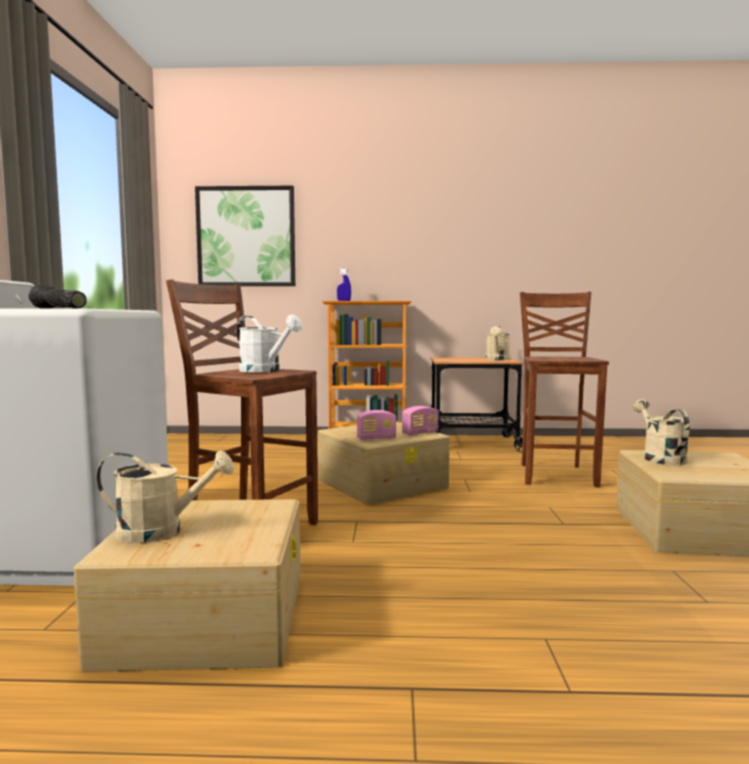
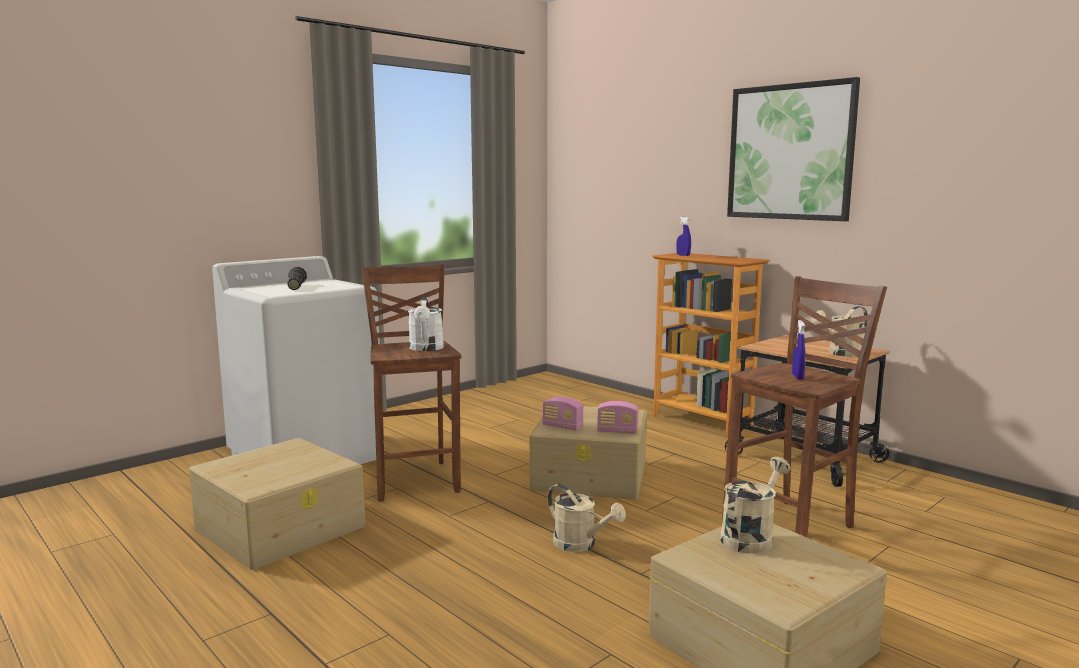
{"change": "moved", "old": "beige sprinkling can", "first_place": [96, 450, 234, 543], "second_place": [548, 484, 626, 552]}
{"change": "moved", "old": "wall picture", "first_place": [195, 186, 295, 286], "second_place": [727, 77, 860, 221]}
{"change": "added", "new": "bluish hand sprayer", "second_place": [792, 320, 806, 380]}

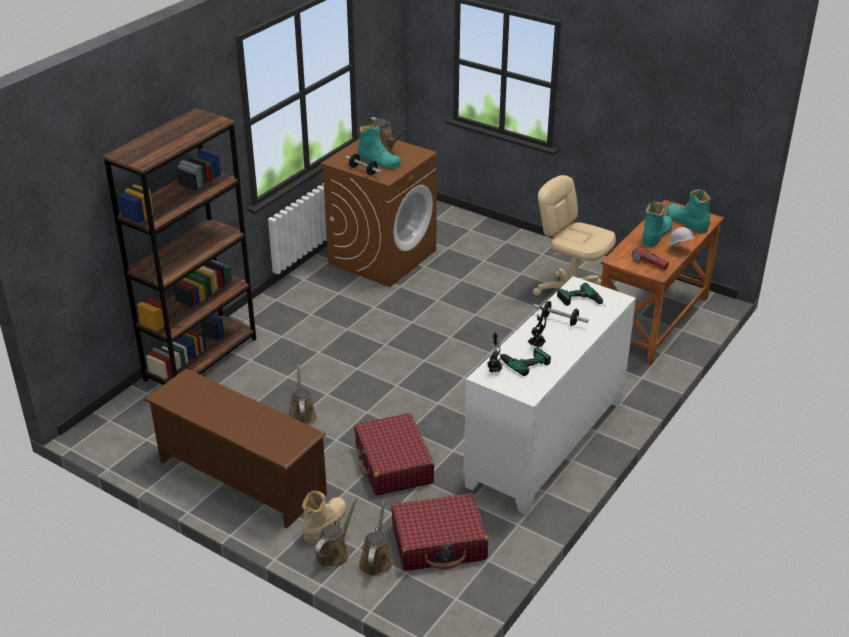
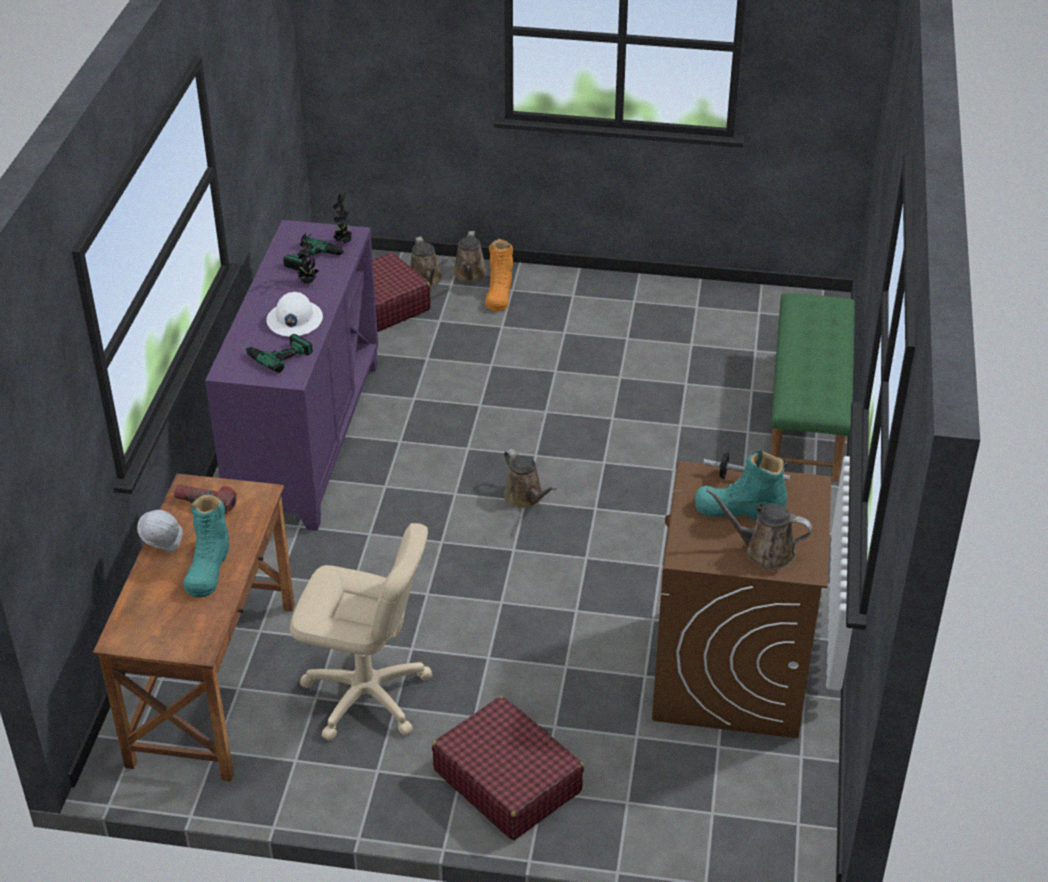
{"change": "recoloured", "old": "white storage cabinet", "new": "purple-coloured storage cabinet", "first_place": [464, 276, 636, 515], "second_place": [205, 220, 378, 531]}
{"change": "replaced", "old": "dumbbell", "new": "white work helmet", "first_place": [533, 301, 588, 326], "second_place": [266, 292, 323, 337]}
{"change": "moved", "old": "red piece of luggage", "first_place": [354, 413, 434, 496], "second_place": [432, 696, 584, 840]}
{"change": "recoloured", "old": "beige boot", "new": "orange boot", "first_place": [302, 490, 347, 544], "second_place": [485, 239, 513, 312]}
{"change": "moved", "old": "brownish sprinkling can", "first_place": [289, 364, 317, 425], "second_place": [504, 449, 556, 508]}
{"change": "replaced", "old": "brownish bookshelf", "new": "green indoor bench", "first_place": [103, 108, 256, 385], "second_place": [771, 293, 855, 482]}
{"change": "removed", "old": "brownish shoe stand", "first_place": [144, 368, 327, 528]}
{"change": "removed", "old": "blue-green boot", "first_place": [666, 189, 712, 233]}

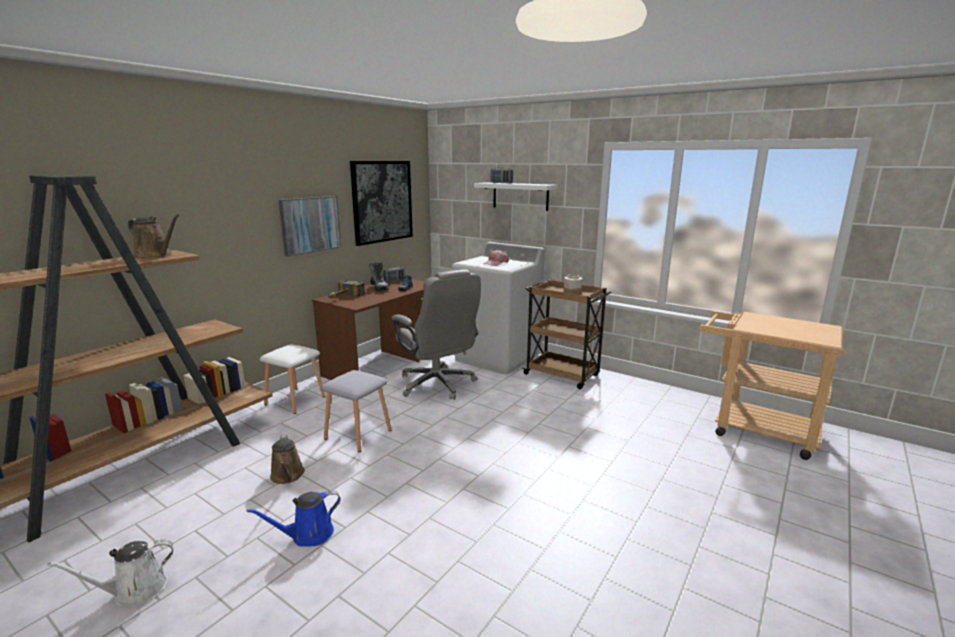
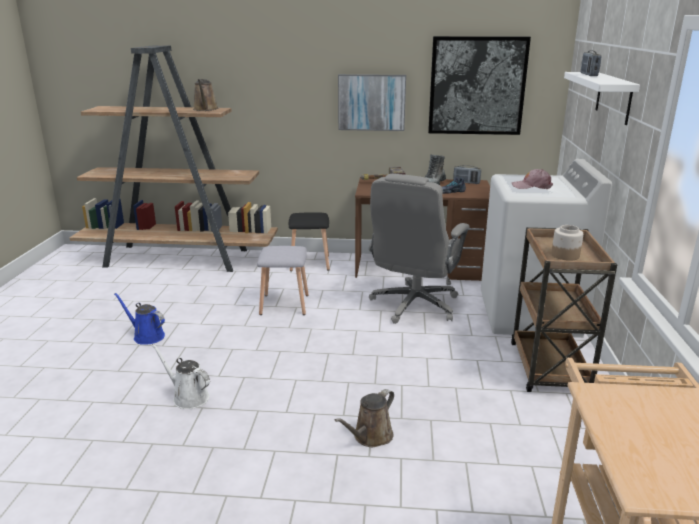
{"change": "moved", "old": "white sprinkling can", "first_place": [47, 540, 174, 606], "second_place": [152, 344, 210, 409]}
{"change": "recoloured", "old": "white sitting stool", "new": "black sitting stool", "first_place": [260, 344, 325, 414], "second_place": [289, 212, 330, 271]}
{"change": "moved", "old": "brownish sprinkling can", "first_place": [270, 434, 305, 484], "second_place": [334, 389, 394, 447]}

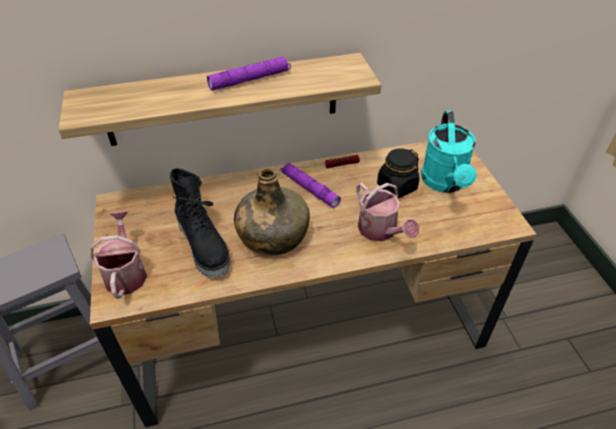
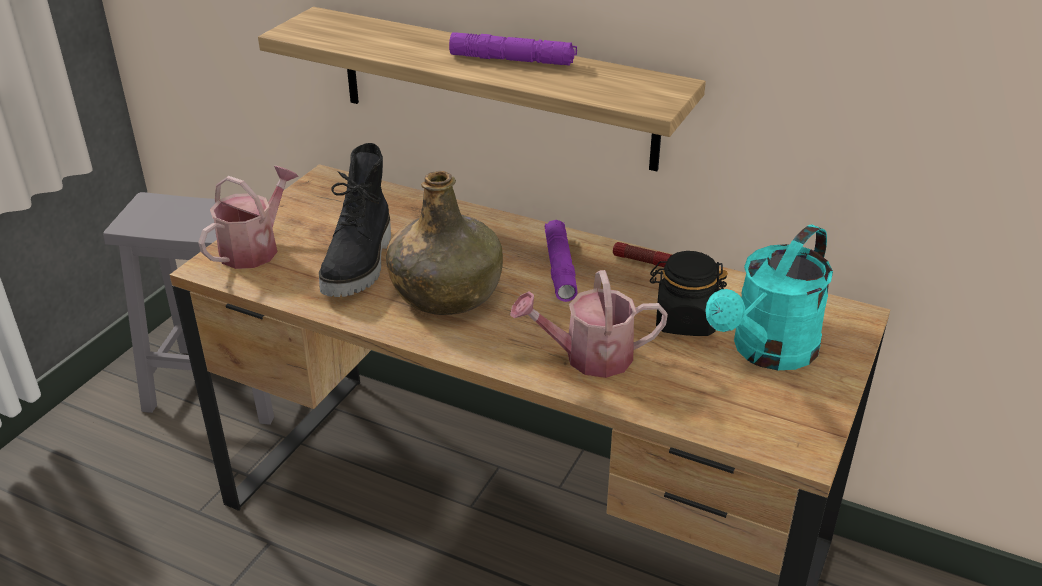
{"change": "turned", "old": "sprinkling can", "first_place": [356, 183, 419, 241], "second_place": [510, 270, 668, 378], "degrees": 75}

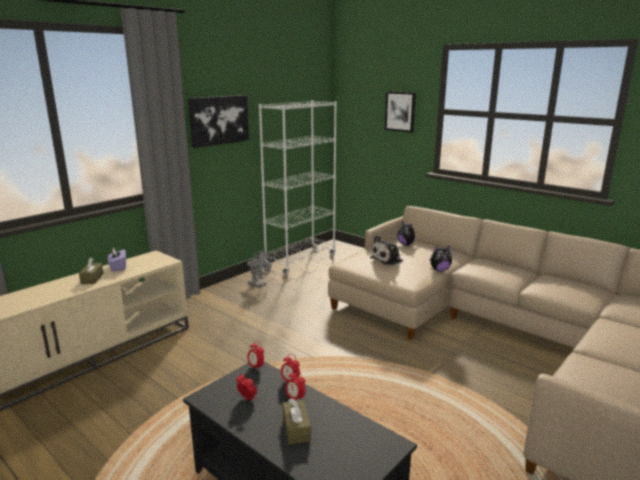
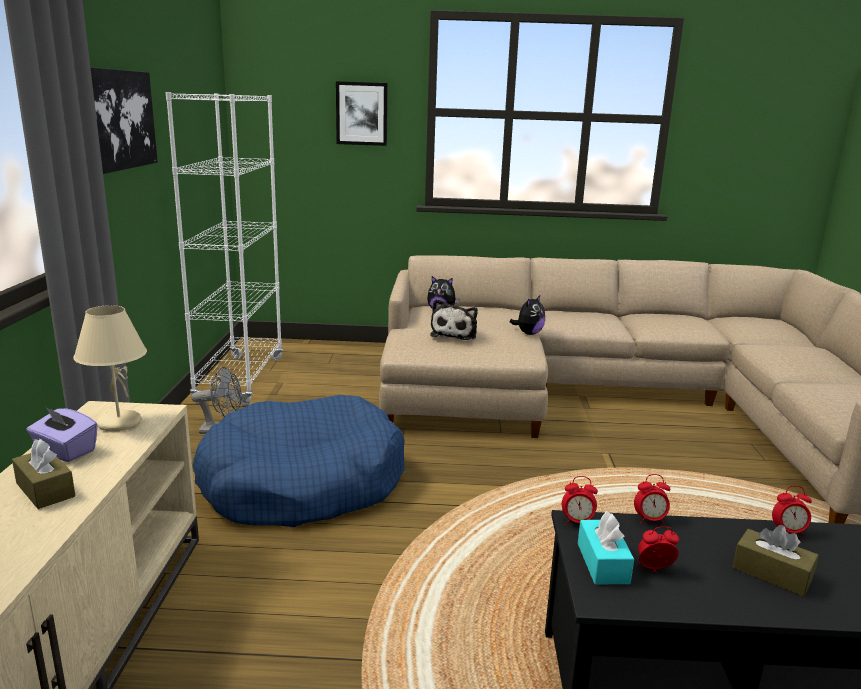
{"change": "added", "new": "beige lamp for a table", "second_place": [73, 305, 147, 431]}
{"change": "added", "new": "bluish dog cushion", "second_place": [193, 395, 405, 527]}
{"change": "added", "new": "blue-green tissue box", "second_place": [578, 511, 634, 584]}
{"change": "moved", "old": "alarm clock", "first_place": [286, 370, 306, 401], "second_place": [772, 486, 812, 537]}

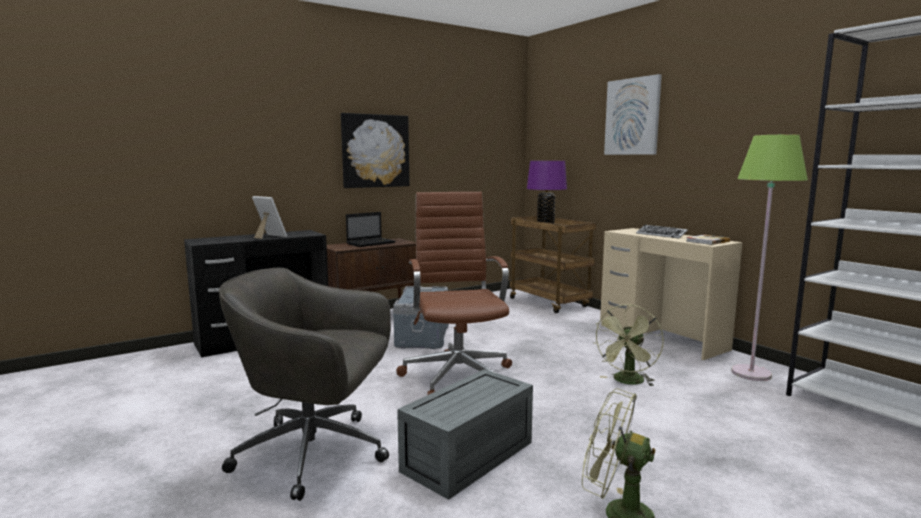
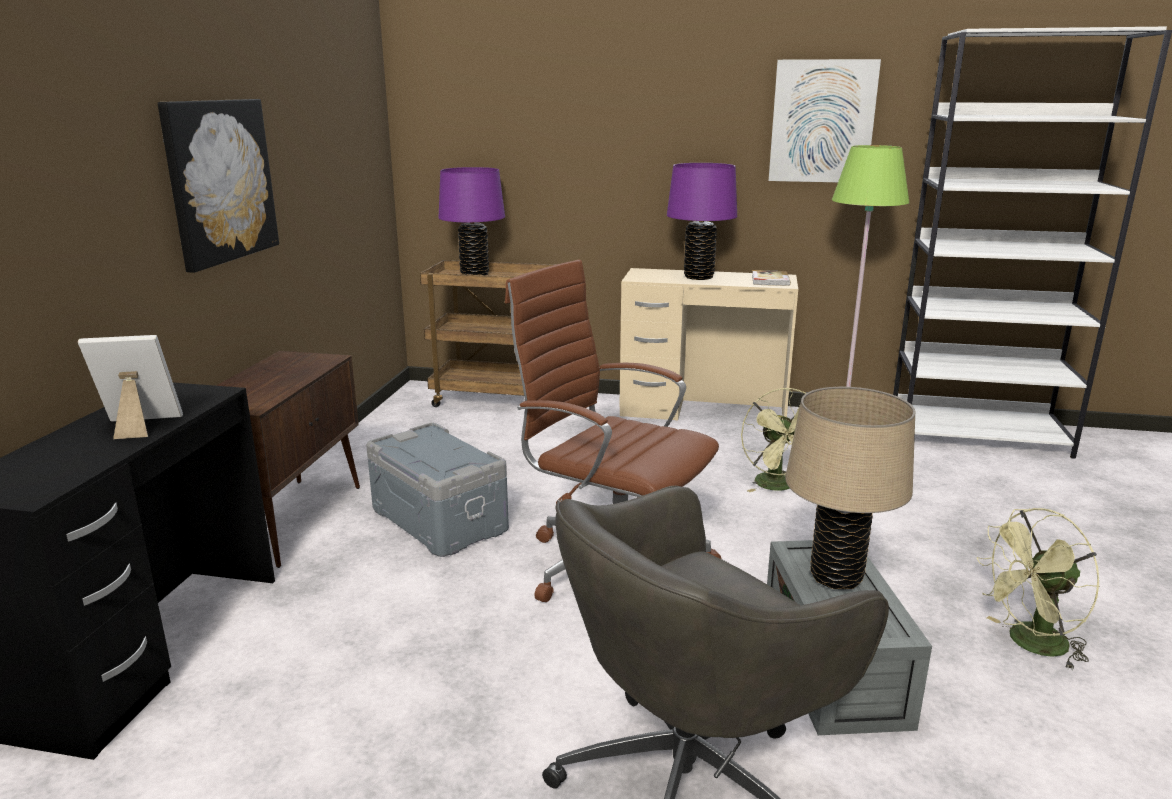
{"change": "replaced", "old": "PC keyboard", "new": "purple-coloured lamp for a table", "first_place": [636, 225, 688, 238], "second_place": [667, 163, 737, 280]}
{"change": "moved", "old": "wall picture", "first_place": [604, 74, 662, 155], "second_place": [769, 59, 881, 182]}
{"change": "added", "new": "beige lamp for a table", "second_place": [785, 387, 915, 590]}
{"change": "removed", "old": "laptop", "first_place": [346, 212, 396, 247]}

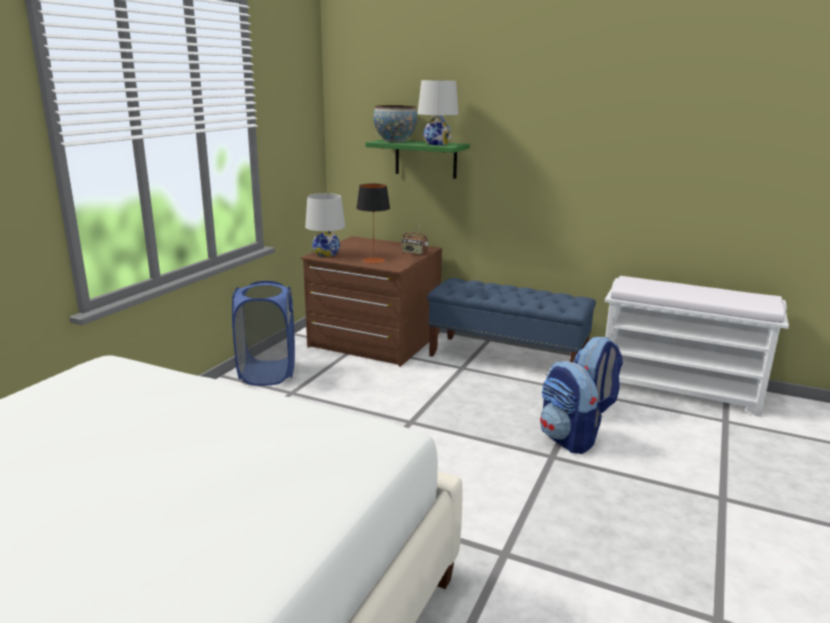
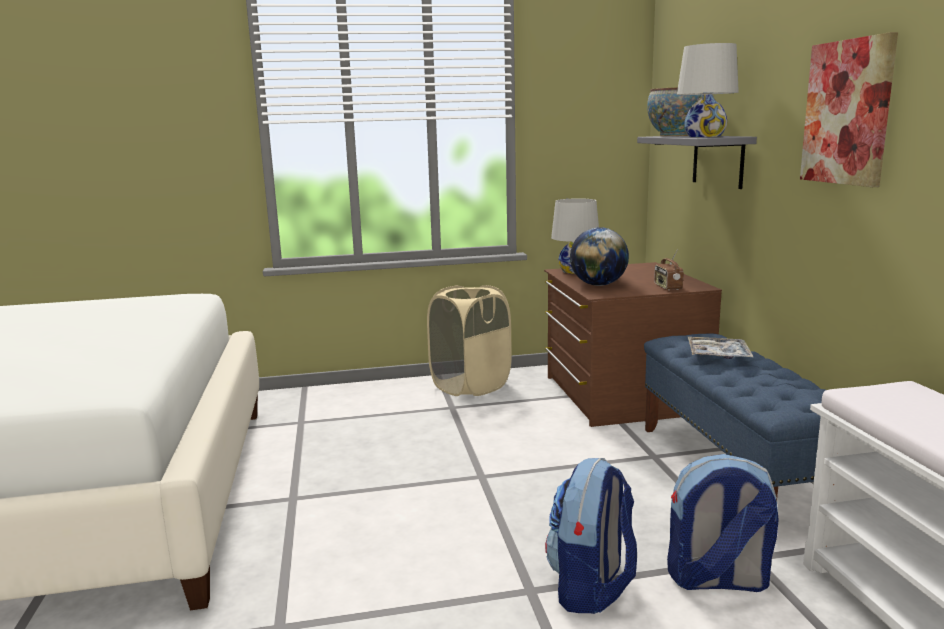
{"change": "recoloured", "old": "bluish hamper", "new": "beige hamper", "first_place": [232, 281, 295, 386], "second_place": [427, 285, 512, 396]}
{"change": "replaced", "old": "lamp for a table", "new": "globe", "first_place": [357, 184, 390, 264], "second_place": [570, 227, 629, 286]}
{"change": "recoloured", "old": "green wall shelf", "new": "greyish wall shelf", "first_place": [366, 139, 470, 179], "second_place": [637, 136, 757, 189]}
{"change": "added", "new": "serving tray", "second_place": [688, 337, 754, 359]}
{"change": "added", "new": "wall picture", "second_place": [800, 32, 898, 187]}

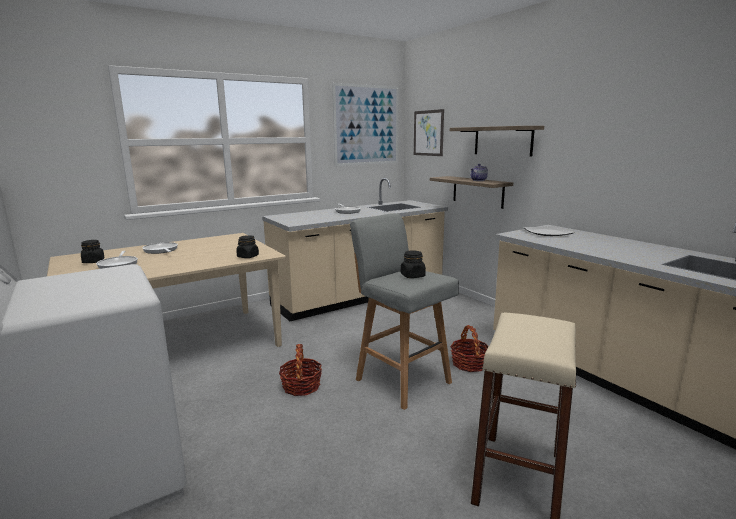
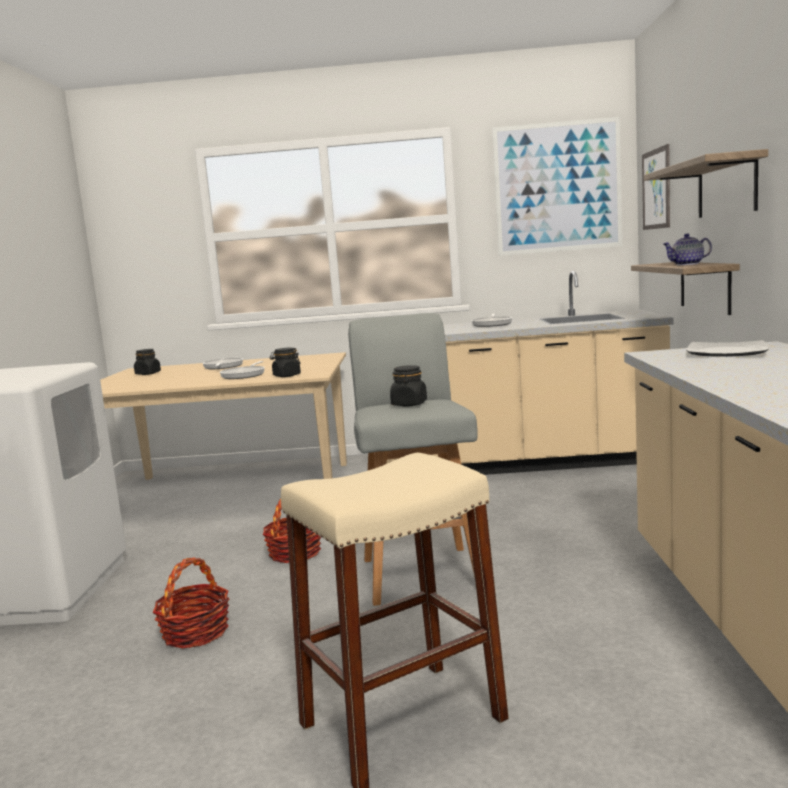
{"change": "moved", "old": "basket", "first_place": [450, 325, 489, 372], "second_place": [153, 557, 229, 648]}
{"change": "moved", "old": "skillet", "first_place": [96, 251, 138, 269], "second_place": [220, 361, 265, 379]}

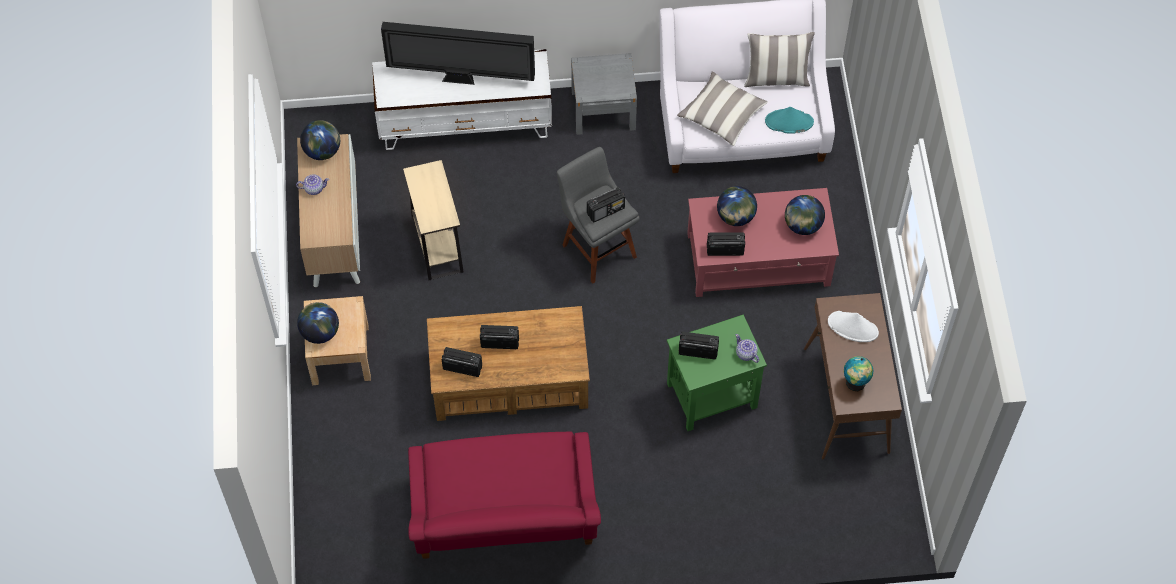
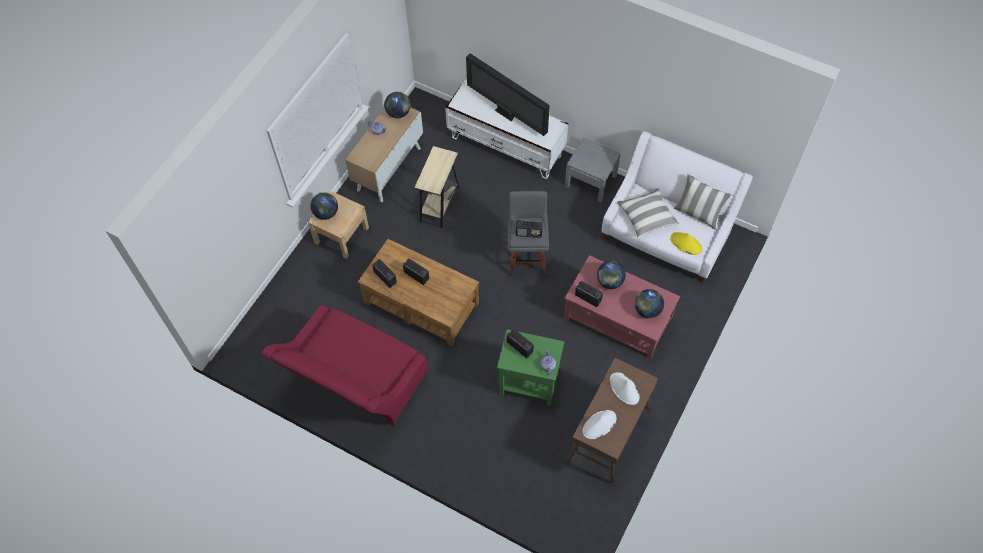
{"change": "replaced", "old": "globe", "new": "white wearable hat", "first_place": [844, 356, 874, 391], "second_place": [583, 410, 617, 439]}
{"change": "recoloured", "old": "blue-green wearable hat", "new": "yellowish wearable hat", "first_place": [765, 107, 814, 134], "second_place": [670, 232, 702, 255]}

